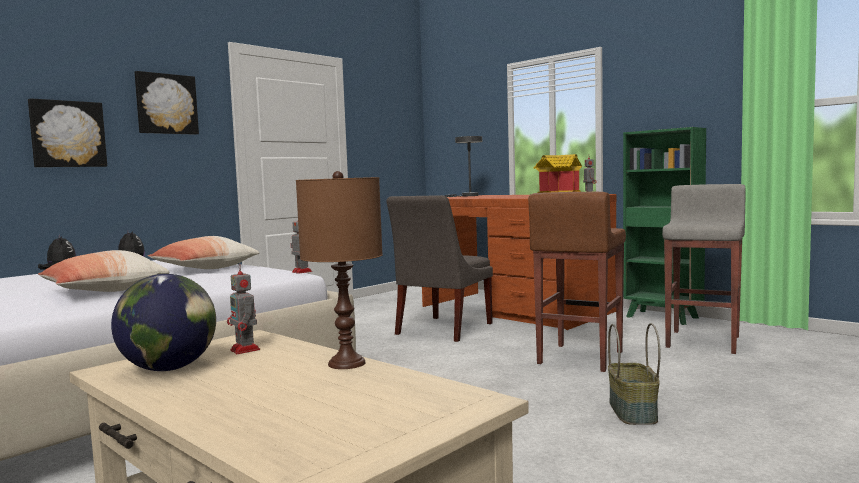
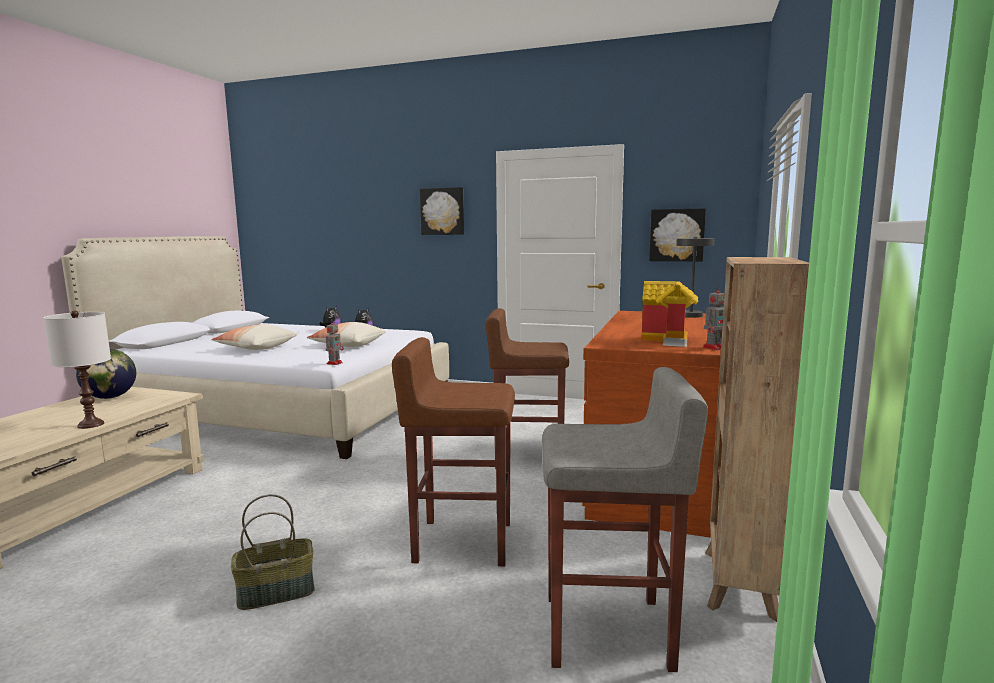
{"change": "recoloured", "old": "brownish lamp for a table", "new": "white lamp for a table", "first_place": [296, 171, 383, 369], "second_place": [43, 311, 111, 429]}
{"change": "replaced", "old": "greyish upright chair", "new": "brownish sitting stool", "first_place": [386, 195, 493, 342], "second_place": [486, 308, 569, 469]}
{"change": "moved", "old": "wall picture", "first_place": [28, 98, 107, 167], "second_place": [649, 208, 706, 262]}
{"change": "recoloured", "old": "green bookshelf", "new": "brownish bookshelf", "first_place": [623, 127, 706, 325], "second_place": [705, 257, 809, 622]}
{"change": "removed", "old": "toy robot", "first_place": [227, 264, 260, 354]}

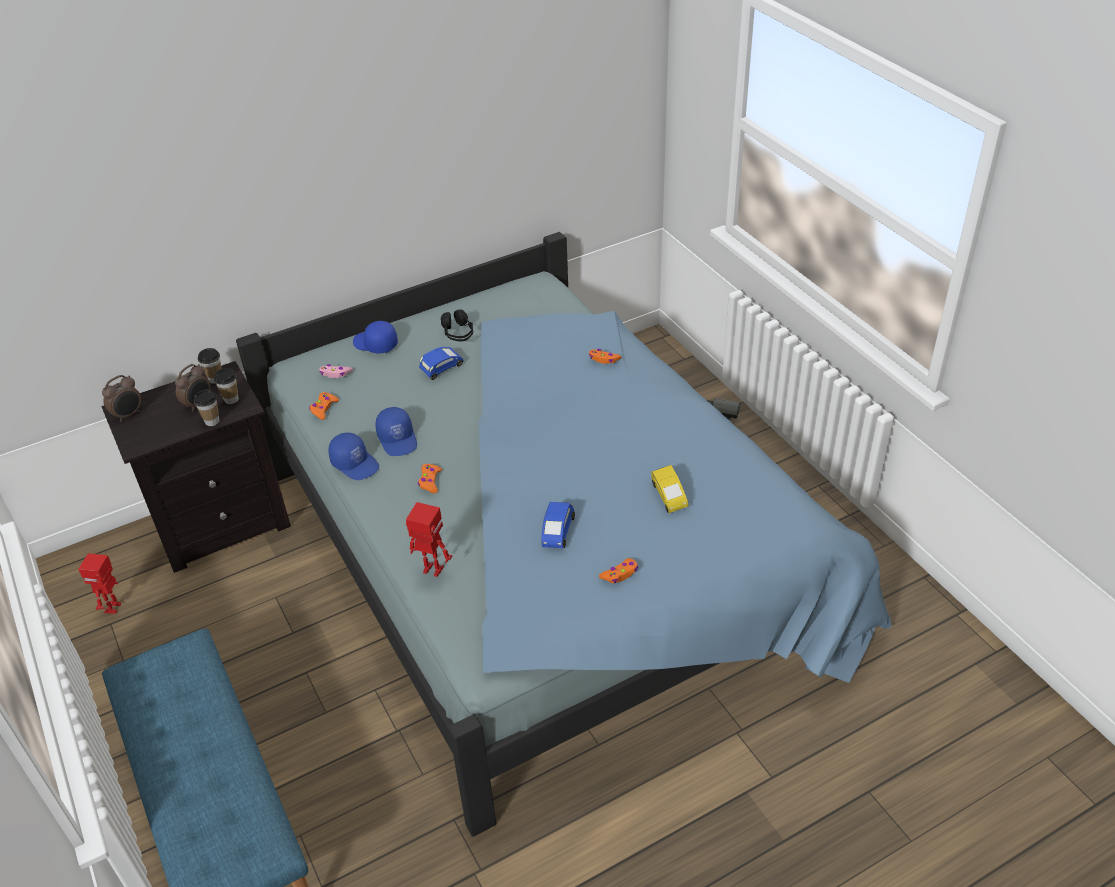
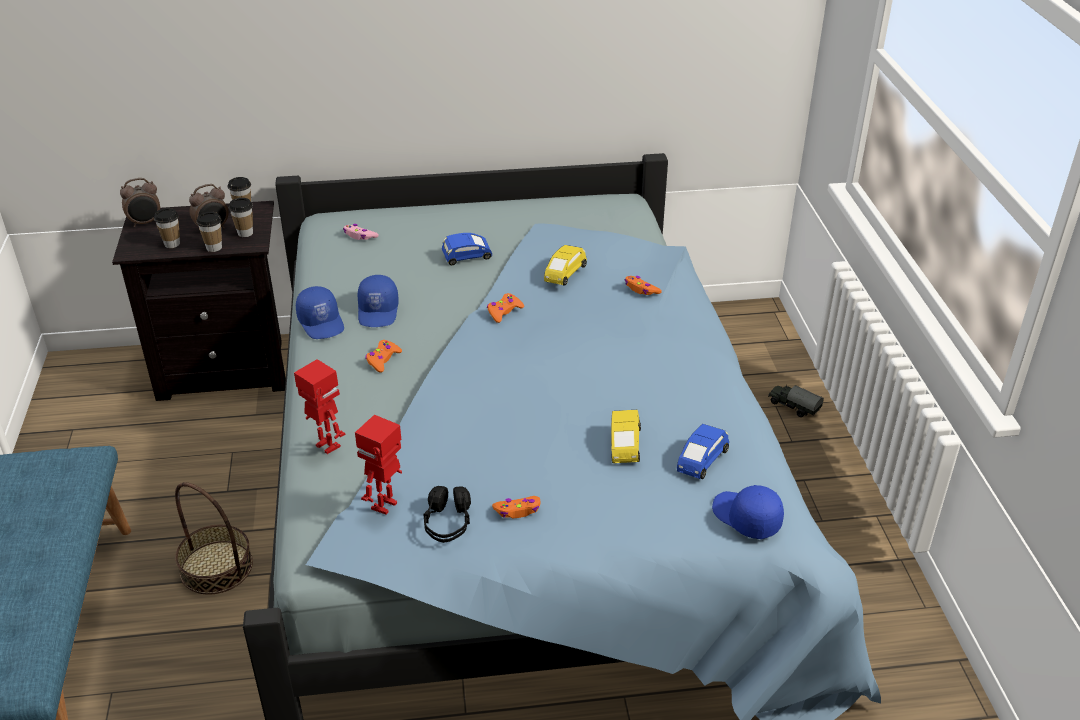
{"change": "added", "new": "drinking cup", "second_place": [154, 208, 180, 248]}
{"change": "added", "new": "basket", "second_place": [175, 482, 253, 595]}
{"change": "moved", "old": "toy robot", "first_place": [78, 553, 121, 614], "second_place": [355, 415, 402, 515]}
{"change": "moved", "old": "black pair of headphones", "first_place": [441, 309, 473, 342], "second_place": [423, 486, 471, 543]}
{"change": "moved", "old": "orange game controller", "first_place": [309, 392, 339, 420], "second_place": [487, 293, 524, 323]}
{"change": "added", "new": "yellowish toy car", "second_place": [544, 245, 587, 285]}
{"change": "moved", "old": "bluish toy car", "first_place": [541, 502, 575, 548], "second_place": [677, 424, 729, 479]}
{"change": "moved", "old": "bluish baseball cap", "first_place": [353, 321, 398, 353], "second_place": [712, 485, 784, 539]}

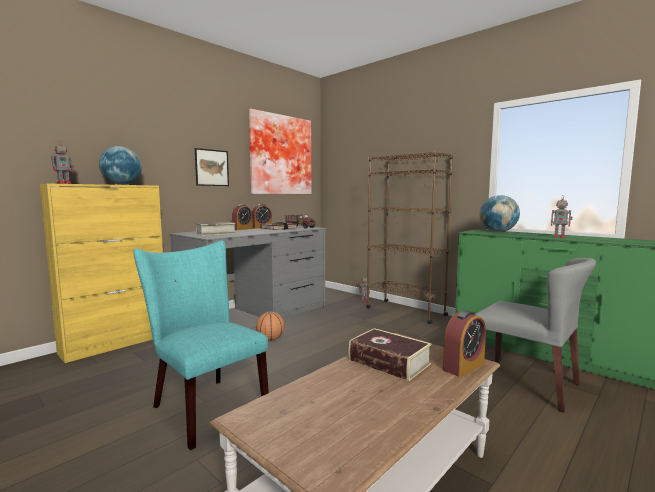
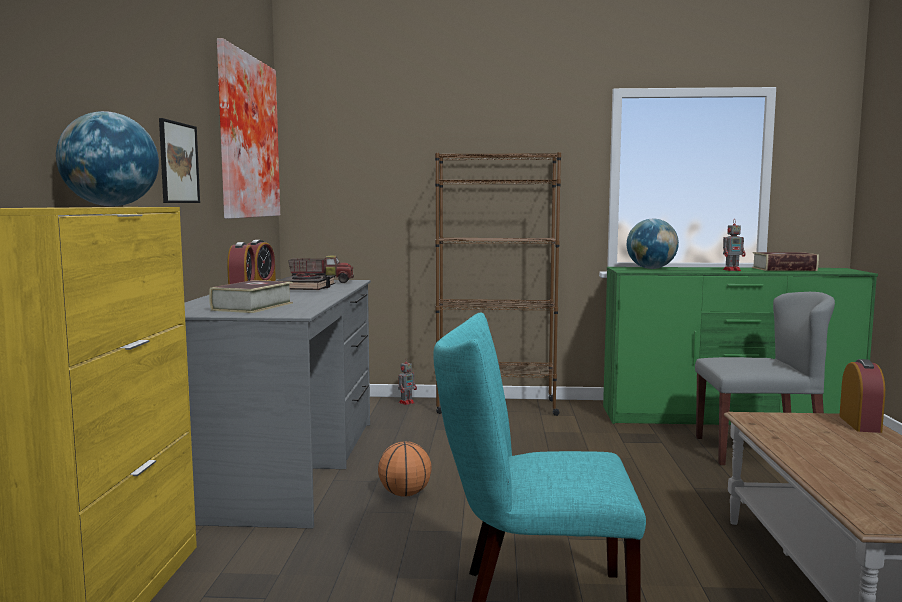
{"change": "moved", "old": "bound book", "first_place": [349, 328, 432, 381], "second_place": [752, 252, 819, 271]}
{"change": "removed", "old": "toy robot", "first_place": [51, 142, 74, 184]}

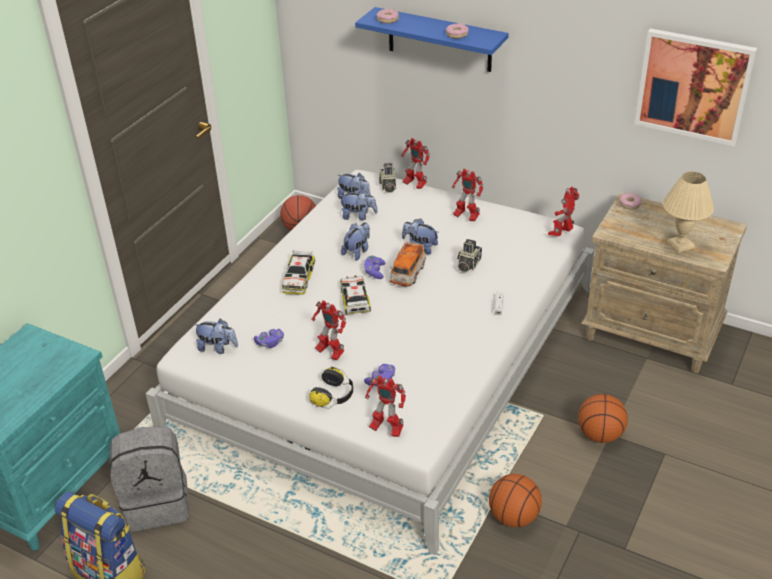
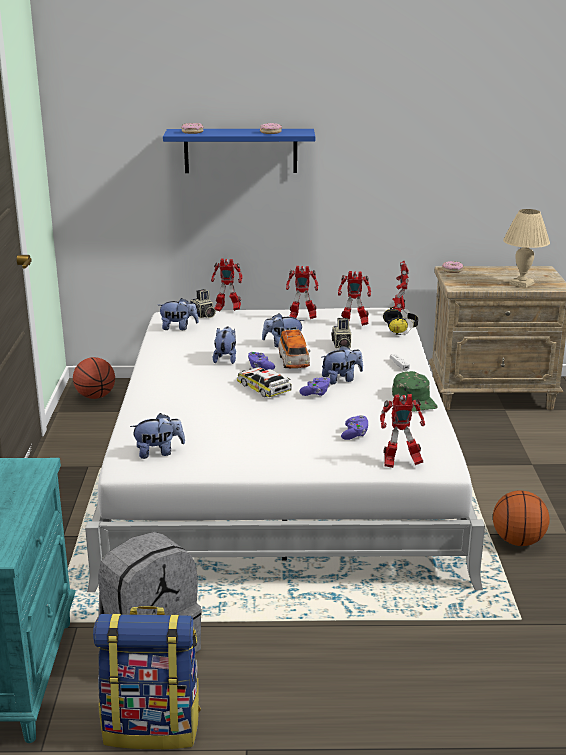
{"change": "moved", "old": "purple-coloured game controller", "first_place": [254, 329, 284, 348], "second_place": [299, 377, 330, 396]}
{"change": "moved", "old": "cuddly toy", "first_place": [339, 189, 378, 220], "second_place": [322, 346, 363, 384]}
{"change": "moved", "old": "toy robot", "first_place": [311, 300, 346, 360], "second_place": [338, 271, 371, 326]}
{"change": "moved", "old": "pair of headphones", "first_place": [309, 367, 353, 409], "second_place": [383, 307, 418, 335]}
{"change": "added", "new": "green baseball cap", "second_place": [392, 371, 437, 411]}
{"change": "removed", "old": "toy car", "first_place": [282, 250, 315, 295]}
{"change": "removed", "old": "ball for basketball", "first_place": [578, 394, 628, 443]}
{"change": "removed", "old": "wall picture", "first_place": [635, 28, 757, 146]}

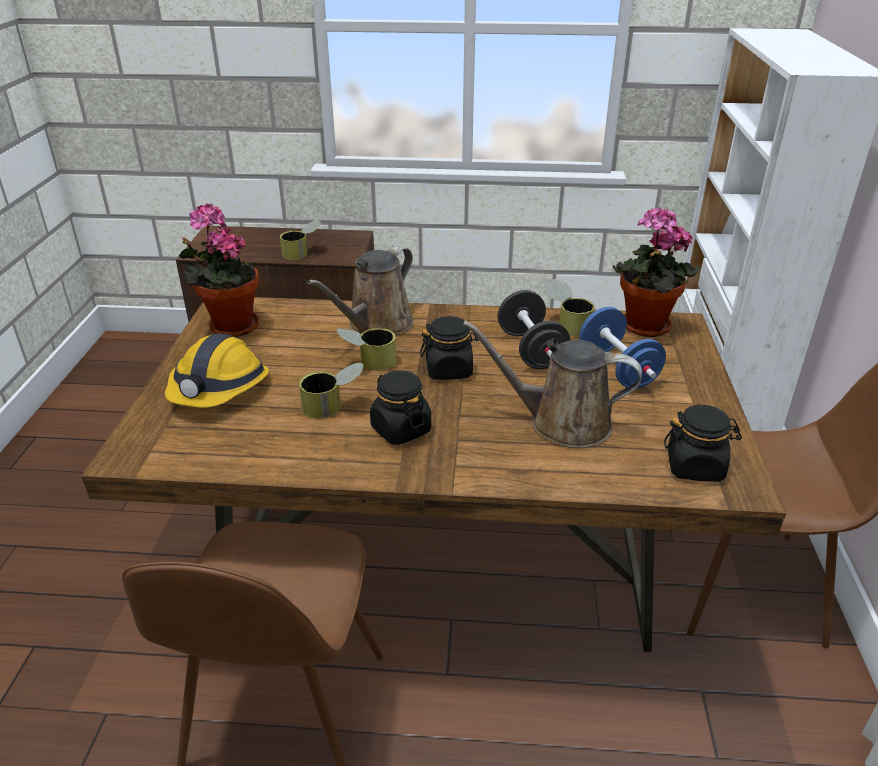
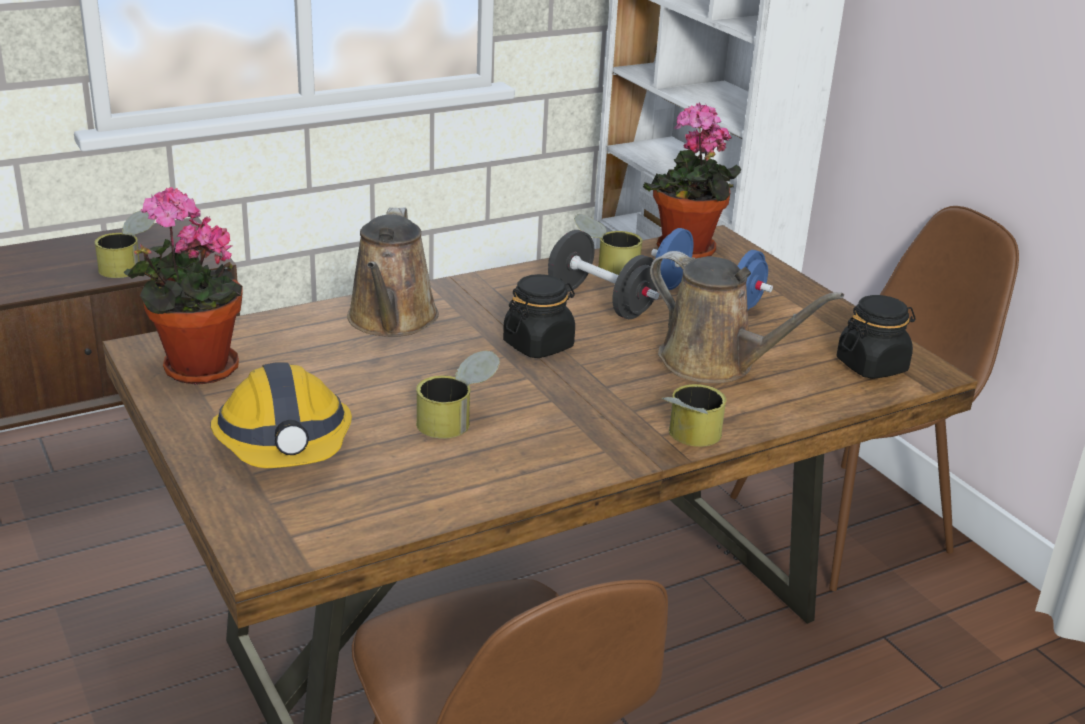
{"change": "turned", "old": "brownish sprinkling can", "first_place": [463, 321, 642, 448], "second_place": [650, 251, 844, 383], "degrees": -120}
{"change": "moved", "old": "can", "first_place": [336, 328, 397, 370], "second_place": [662, 384, 726, 447]}
{"change": "removed", "old": "black jar", "first_place": [370, 371, 431, 445]}

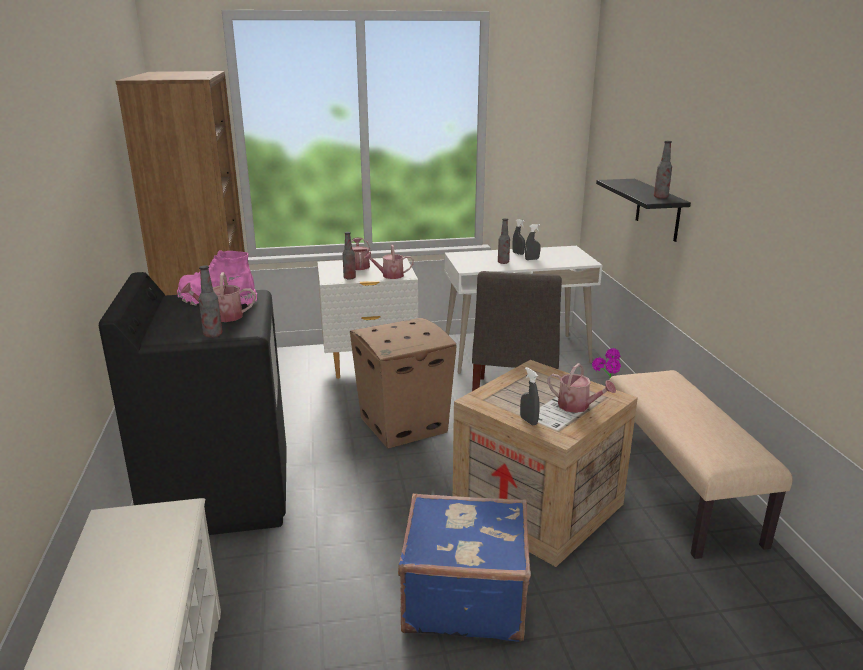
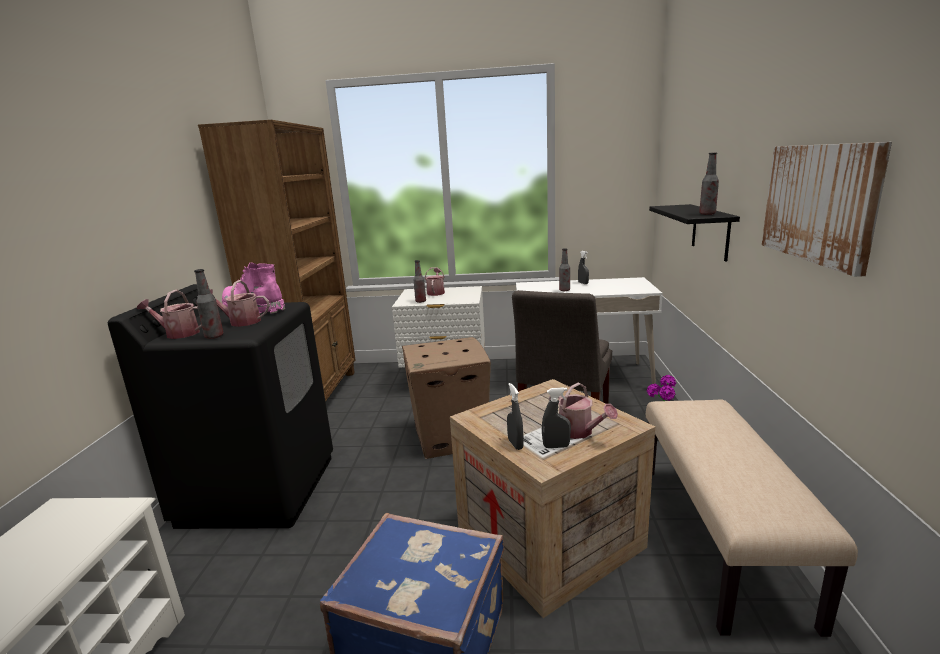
{"change": "moved", "old": "sprinkling can", "first_place": [364, 245, 414, 279], "second_place": [137, 290, 202, 339]}
{"change": "moved", "old": "greyish hand sprayer", "first_place": [525, 224, 541, 260], "second_place": [542, 387, 571, 448]}
{"change": "added", "new": "wall picture", "second_place": [762, 142, 892, 277]}

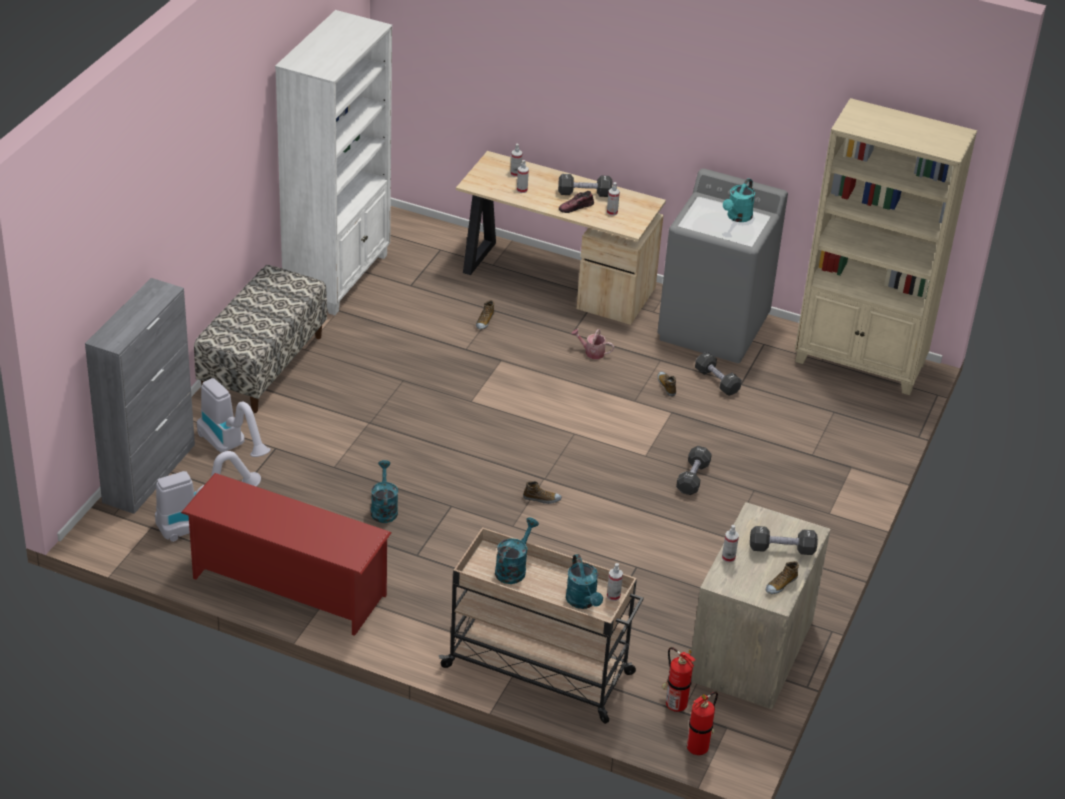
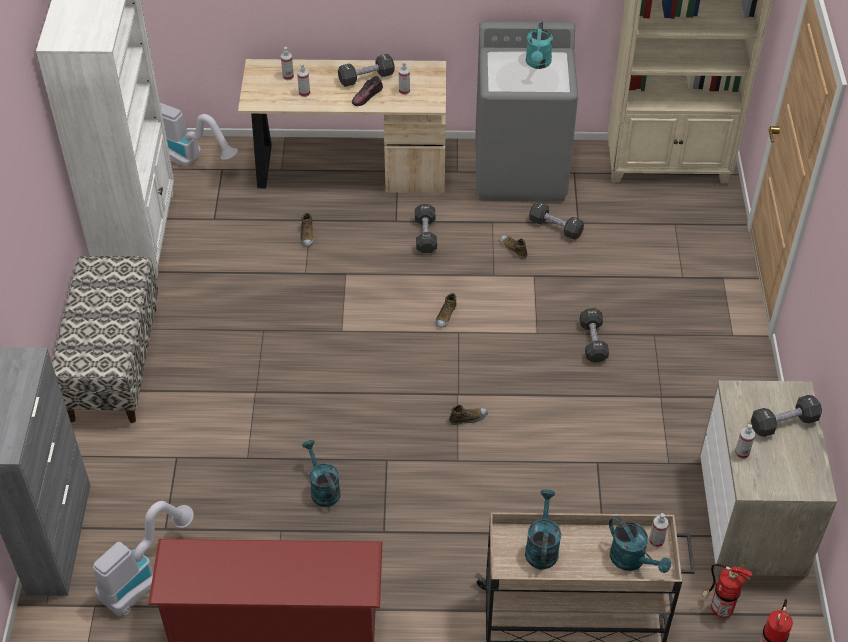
{"change": "moved", "old": "hoover", "first_place": [197, 378, 271, 457], "second_place": [160, 103, 238, 167]}
{"change": "replaced", "old": "sprinkling can", "new": "black dumbbell", "first_place": [571, 329, 614, 359], "second_place": [415, 204, 437, 253]}
{"change": "moved", "old": "item of footwear", "first_place": [766, 561, 799, 594], "second_place": [436, 293, 457, 328]}

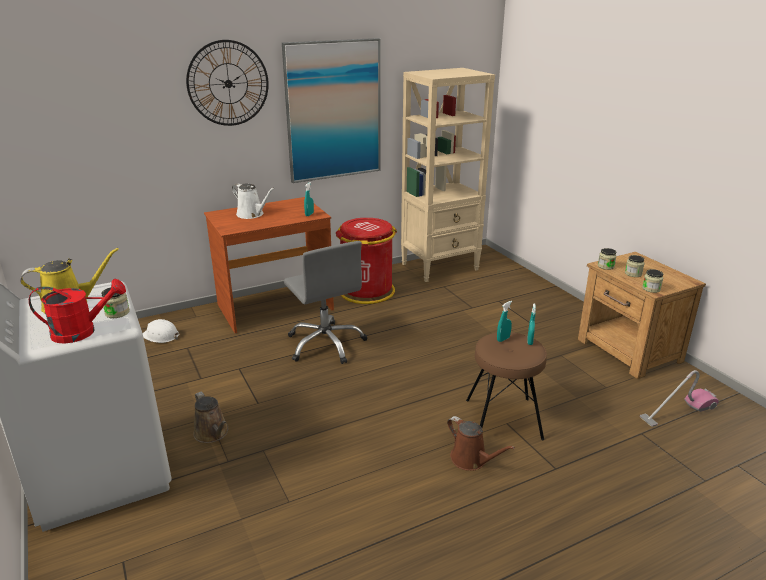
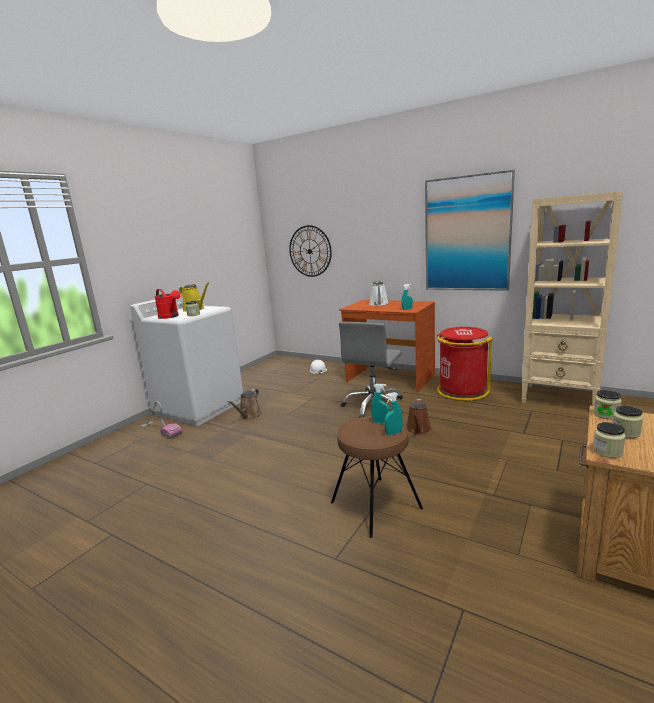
{"change": "moved", "old": "hoover", "first_place": [640, 370, 719, 427], "second_place": [140, 401, 182, 439]}
{"change": "moved", "old": "wall clock", "first_place": [186, 40, 269, 126], "second_place": [289, 225, 332, 277]}
{"change": "moved", "old": "brownish sprinkling can", "first_place": [447, 416, 515, 471], "second_place": [407, 399, 432, 435]}

